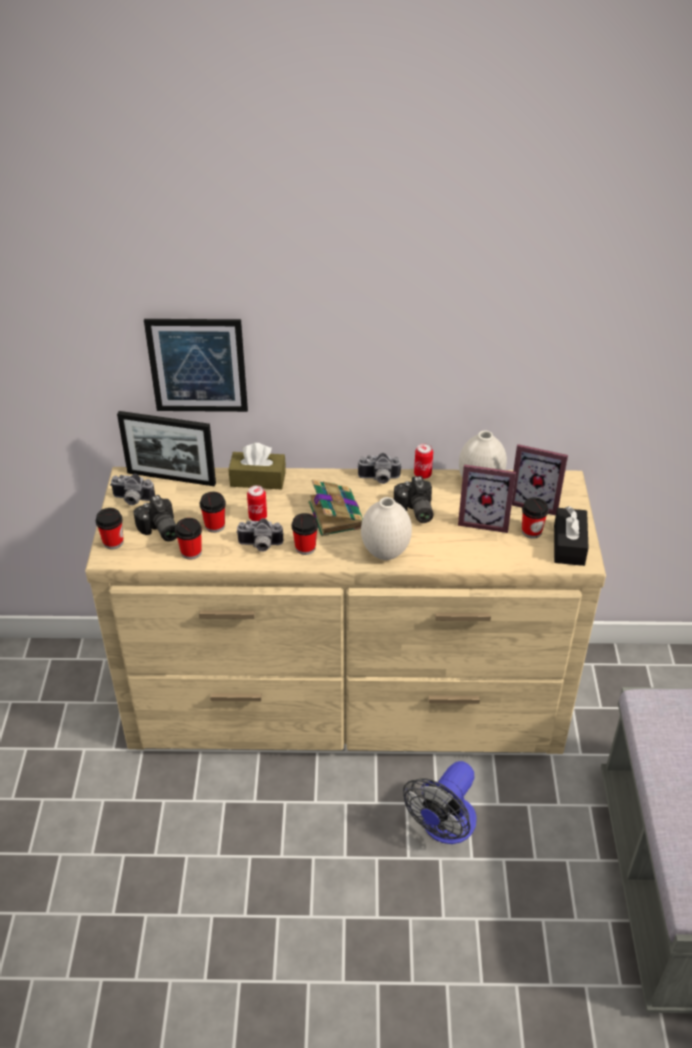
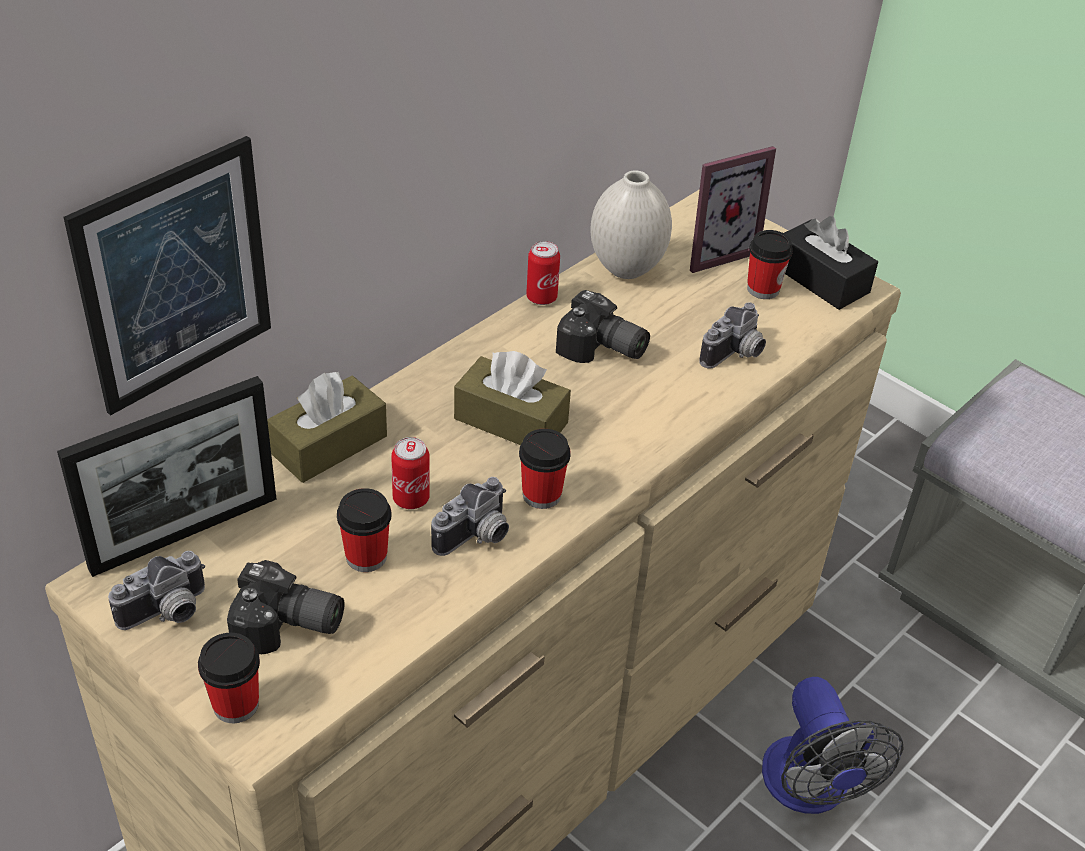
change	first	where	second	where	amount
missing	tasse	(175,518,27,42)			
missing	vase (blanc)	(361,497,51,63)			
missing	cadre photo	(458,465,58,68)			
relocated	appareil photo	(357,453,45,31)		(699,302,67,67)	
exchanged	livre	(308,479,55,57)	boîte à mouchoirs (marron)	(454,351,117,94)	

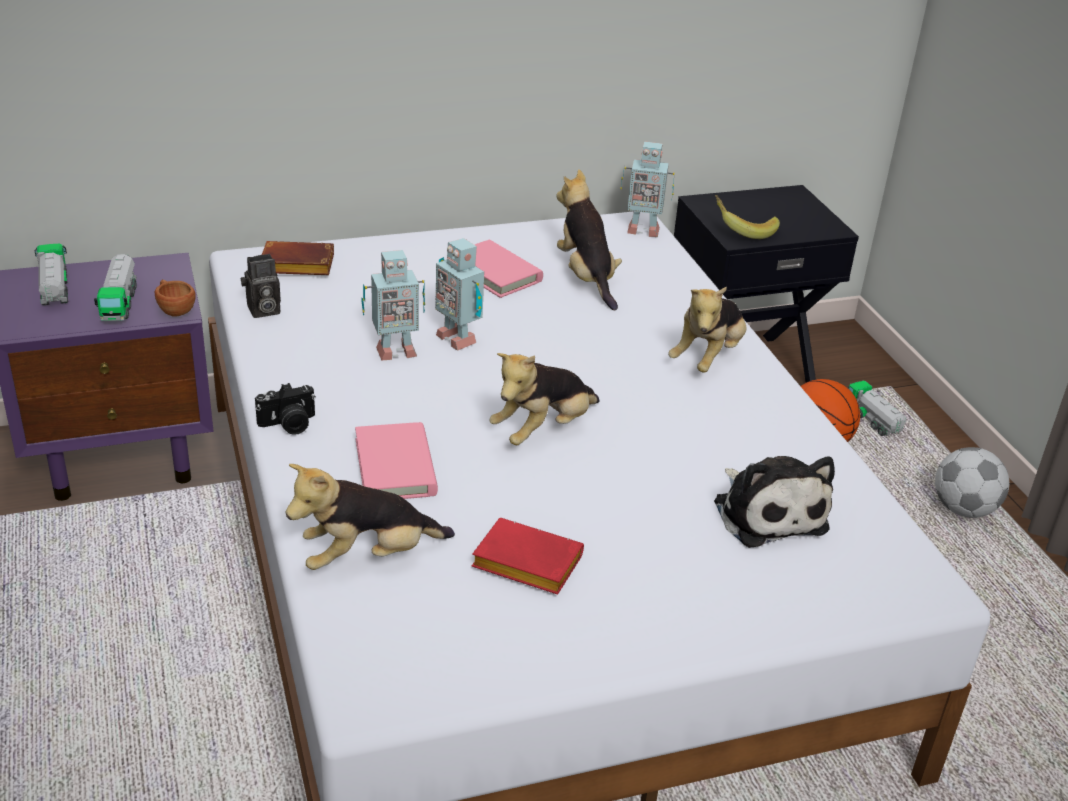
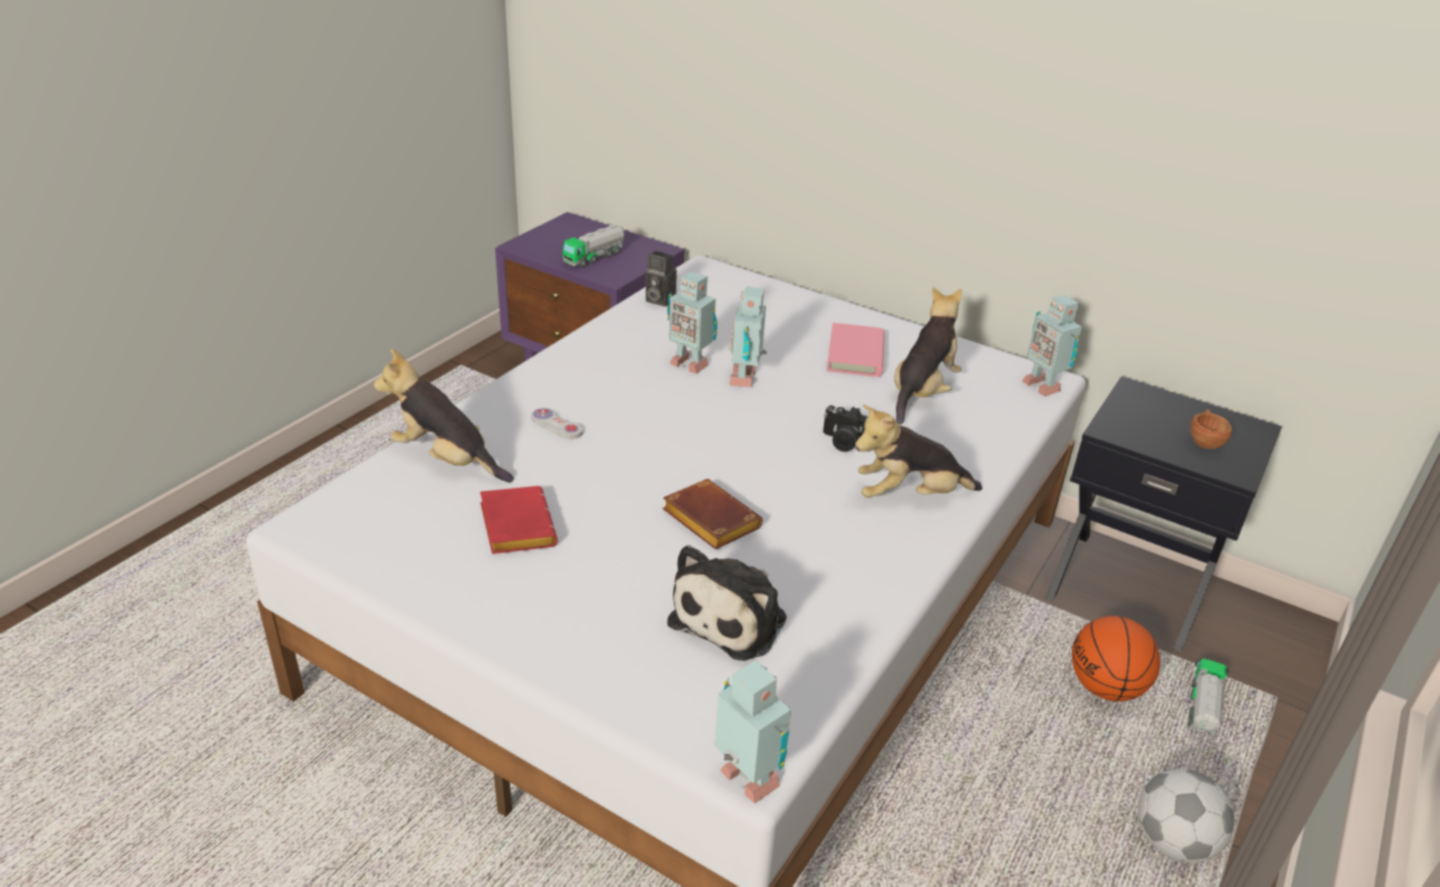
change	first	where	second	where	amount
missing	camion jouet	(34,244,34,61)			
missing	peluche	(489,353,111,92)			
missing	banane	(715,195,65,44)			
appeared			robot jouet	(715,660,76,143)	
relocated	tasse (marron)	(154,280,42,37)		(1190,410,42,39)	
relocated	appareil photo	(255,383,61,52)		(823,405,45,47)	
relocated	livre (marron)	(262,241,72,34)		(662,479,101,71)	
exchanged	livre (rose)	(355,422,83,77)	manette (blanc)	(531,408,52,31)	

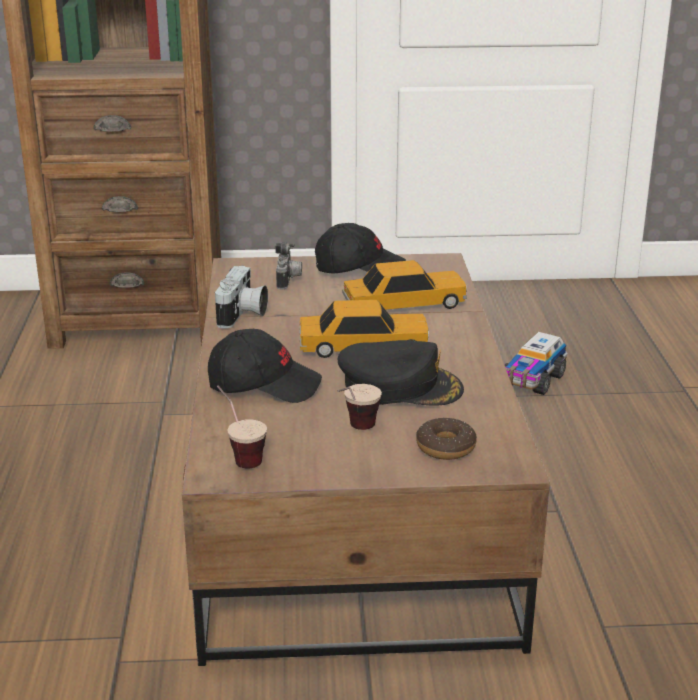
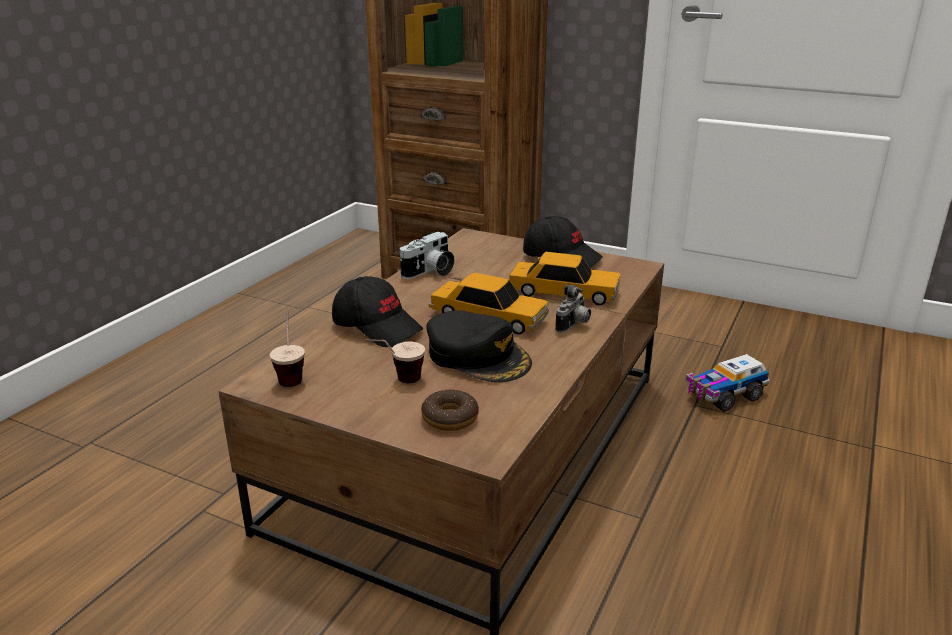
change	first	where	second	where	amount
relocated	appareil photo	(275,242,27,48)		(555,284,36,49)	

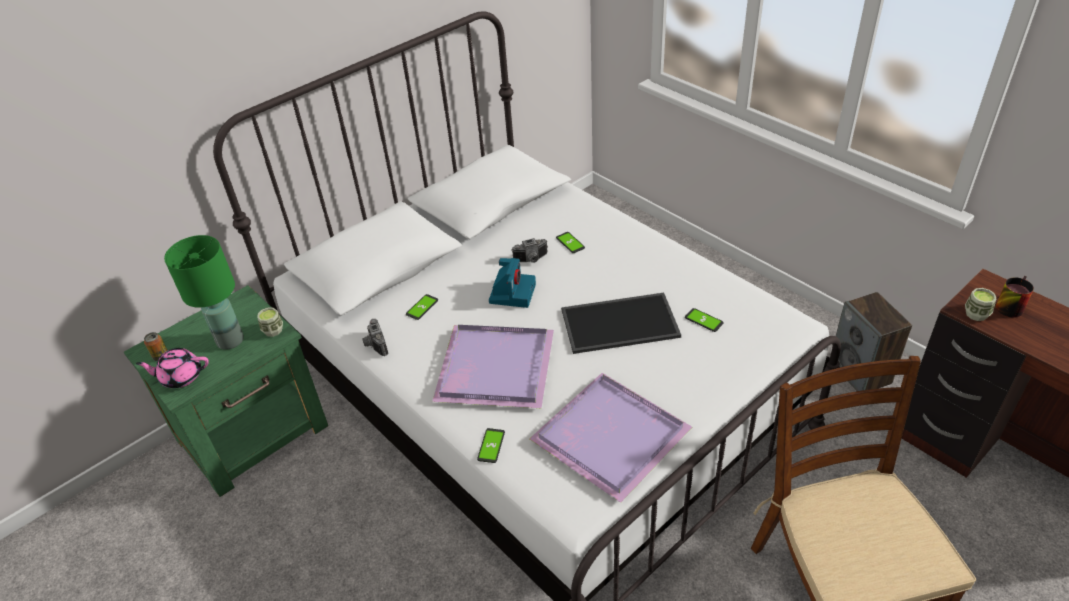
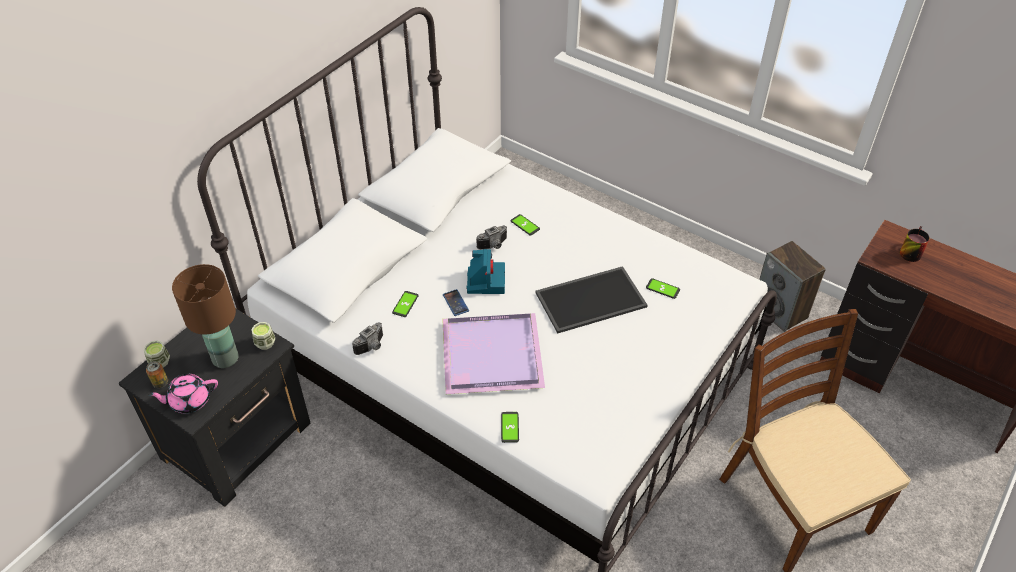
change	first	where	second	where	amount
missing	plateau (violet)	(529,373,163,130)			
appeared			téléphone	(443,289,26,27)	
relocated	tasse	(965,288,31,33)		(144,340,26,28)	
colour	table de chevet (vert)	(124,285,204,212)	table de chevet (noir)	(119,308,191,199)	
colour	lampe de table (vert)	(164,235,80,115)	lampe de table (marron)	(172,264,67,104)	
spun	appareil photo	(363,319,25,37)		(352,323,31,32)	105 degrees counterclockwise

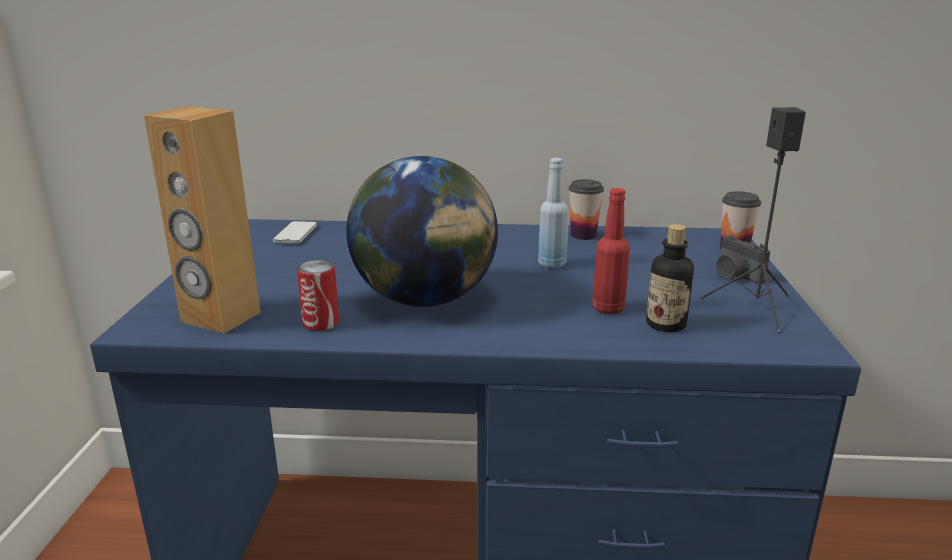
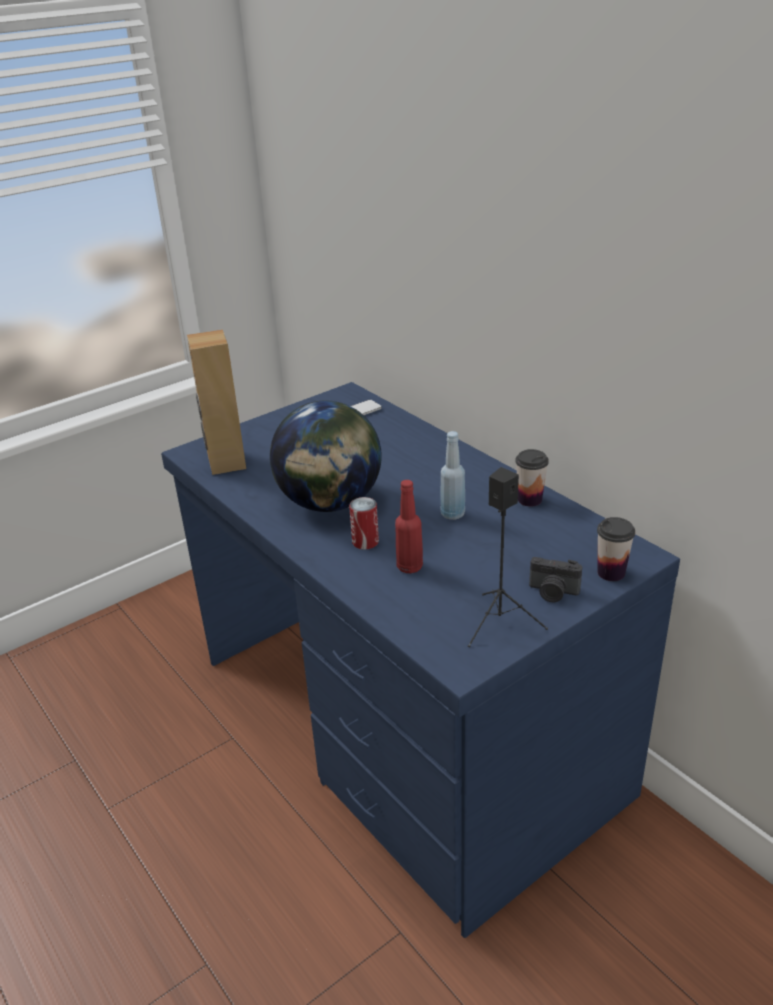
change	first	where	second	where	amount
missing	bouteille	(646,224,48,108)			
relocated	boîte métallique	(297,260,42,71)		(349,497,30,53)	
spun	appareil photo	(716,236,54,48)		(529,557,54,45)	90 degrees counterclockwise

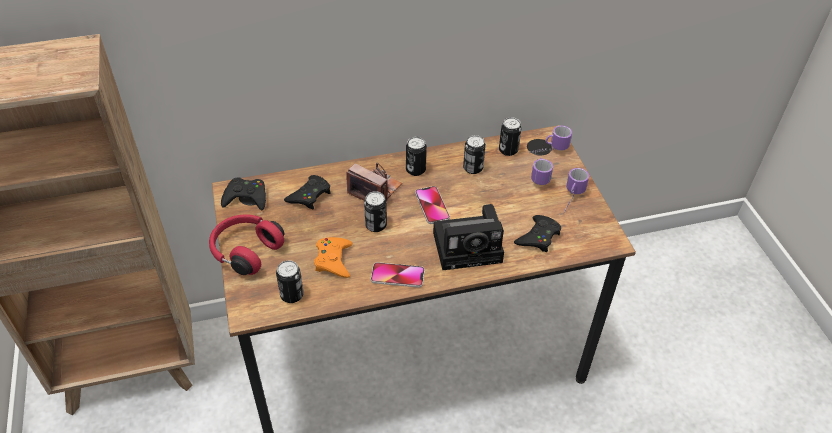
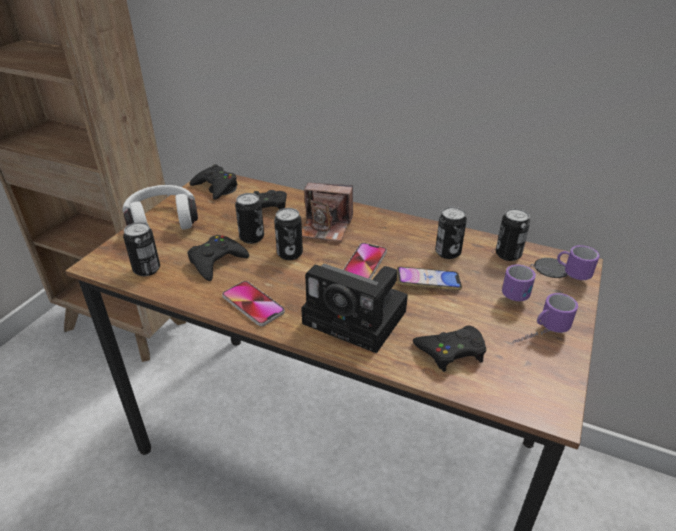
change	first	where	second	where	amount
appeared			téléphone	(397,267,65,23)	
relocated	boîte métallique	(406,137,21,39)		(235,193,29,51)	
colour	casque audio (rouge)	(209,214,75,61)	casque audio (blanc)	(123,185,75,44)	
colour	manette (orange)	(314,237,39,41)	manette (noir)	(187,235,62,46)	
spun	appareil photo	(346,163,56,39)		(302,183,51,59)	120 degrees clockwise

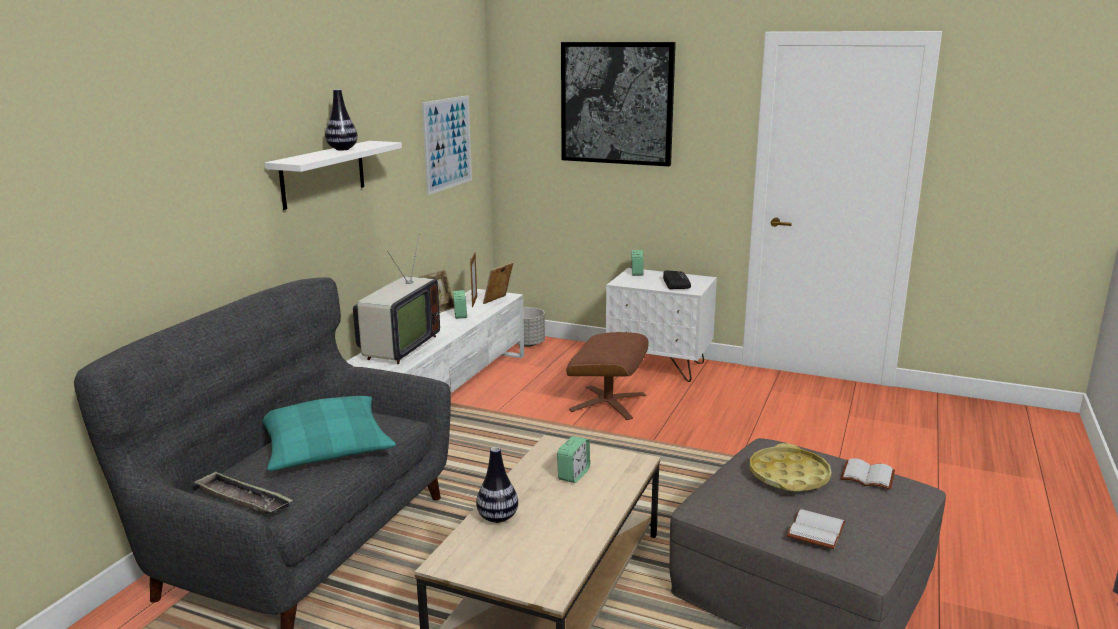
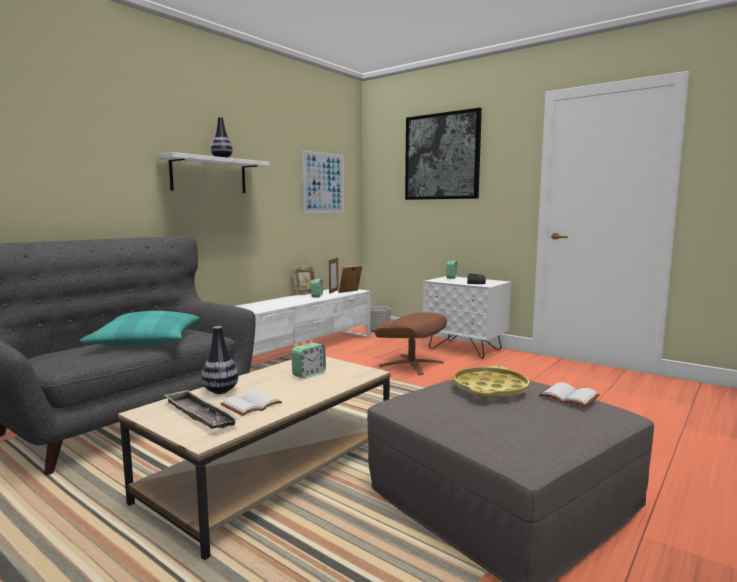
change	first	where	second	where	amount
missing	téléviseur	(353,233,87,131)			
relocated	plateau	(193,471,100,43)		(163,389,77,40)	
relocated	livre (blanc)	(787,509,59,40)		(220,390,62,26)	

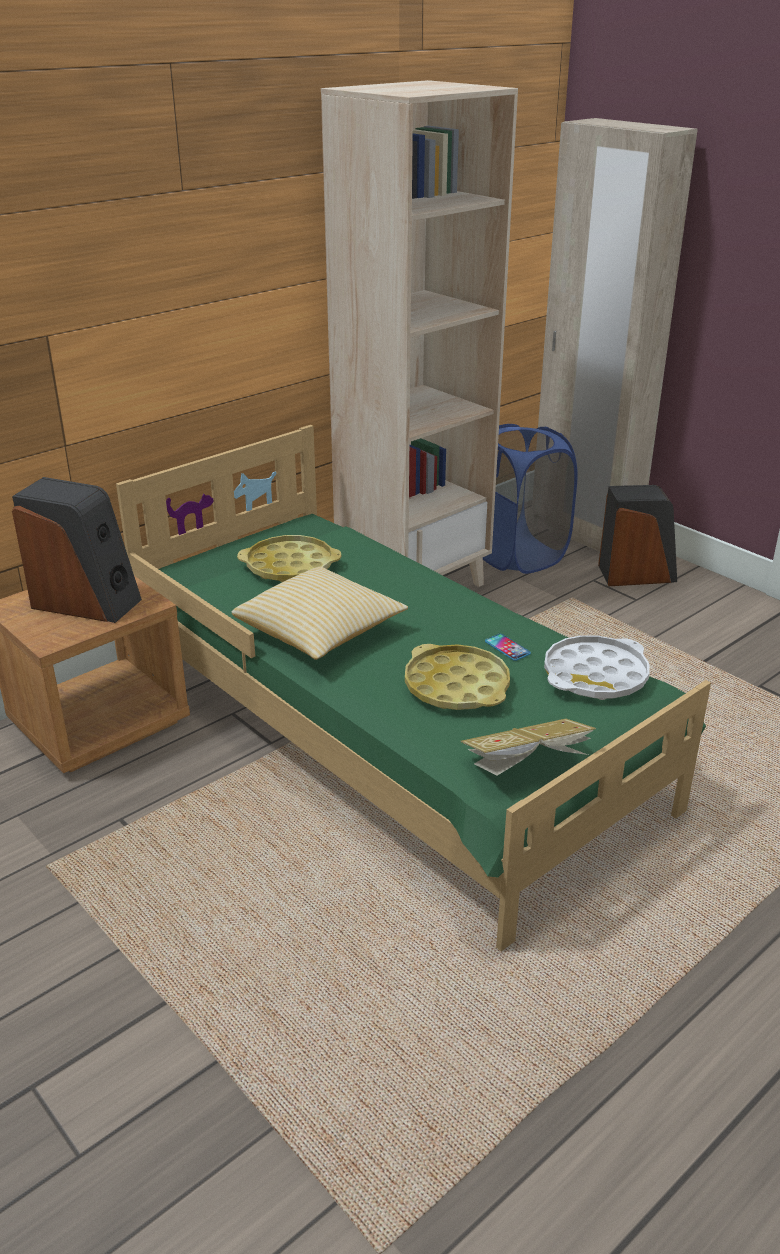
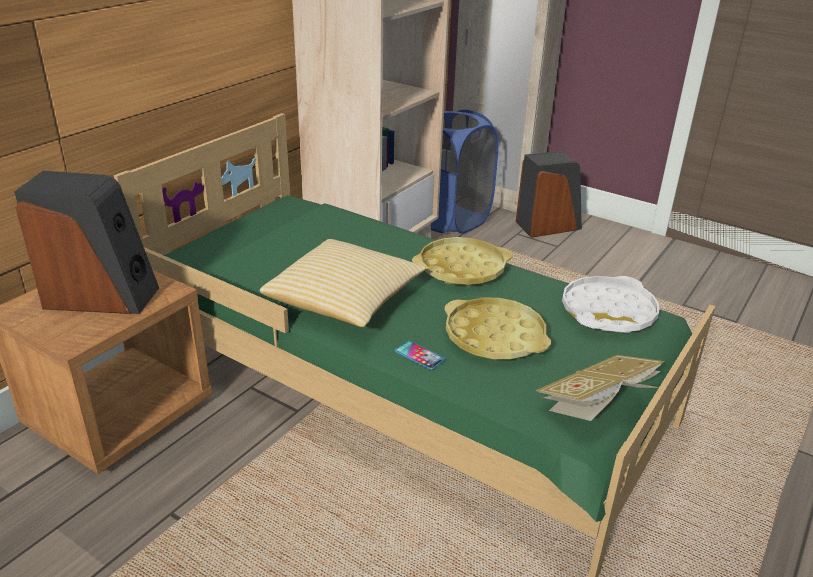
change	first	where	second	where	amount
relocated	plateau (jaune)	(237,535,104,47)		(412,237,101,49)	
relocated	téléphone	(485,634,46,27)		(395,341,50,29)	

